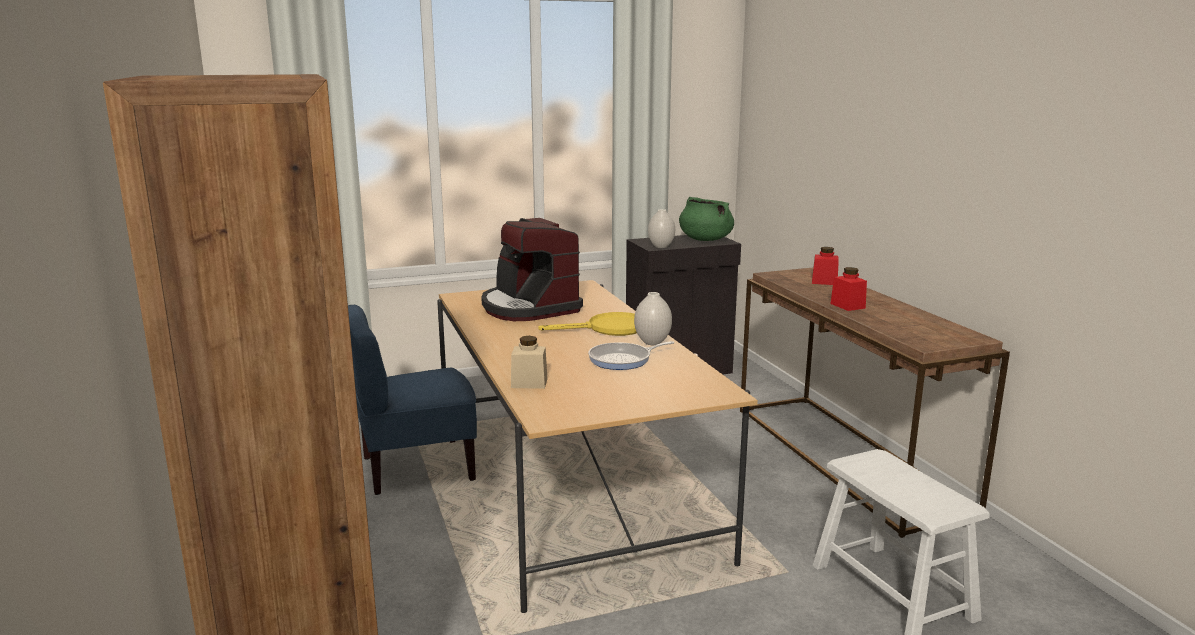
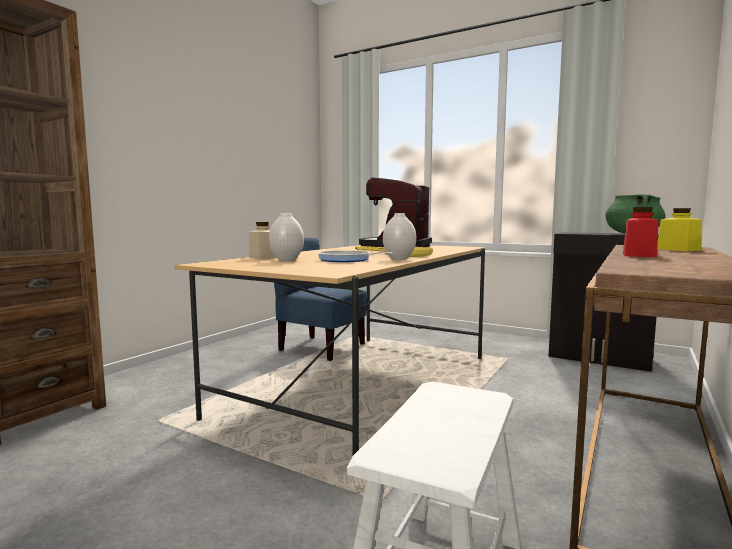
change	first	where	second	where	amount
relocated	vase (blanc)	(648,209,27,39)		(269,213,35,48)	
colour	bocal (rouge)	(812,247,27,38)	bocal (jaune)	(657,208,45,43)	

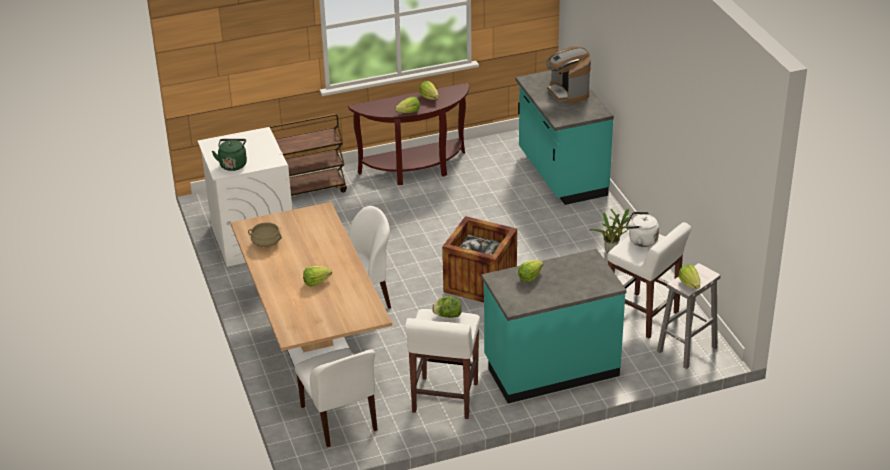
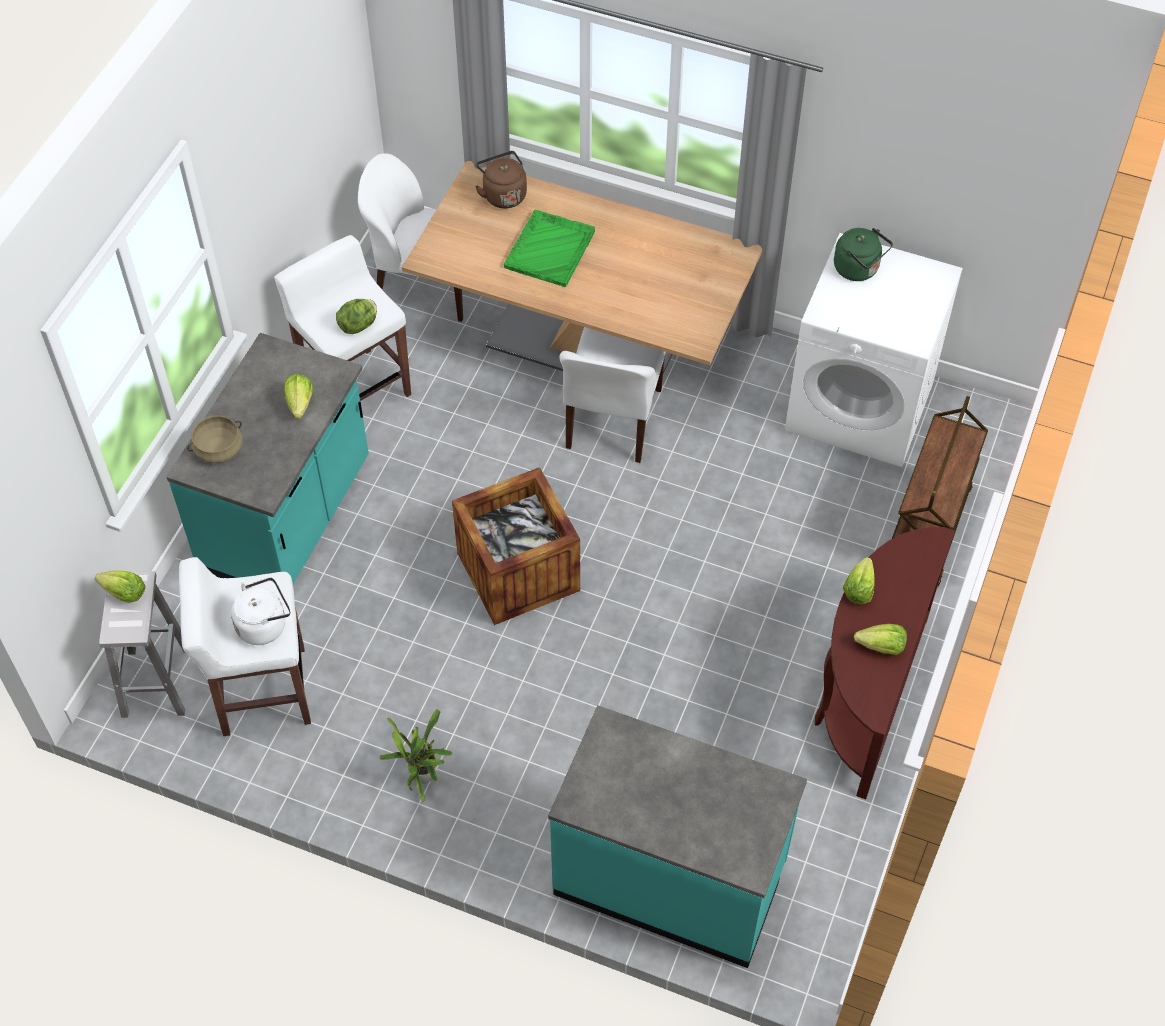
change	first	where	second	where	amount
missing	machine à café	(546,46,45,58)			
appeared			bouilloire (marron)	(475,151,52,57)	
relocated	marmite (beige)	(248,222,34,25)		(187,415,55,48)	
exchanged	laitue	(303,266,29,20)	plateau (vert)	(504,210,91,77)	

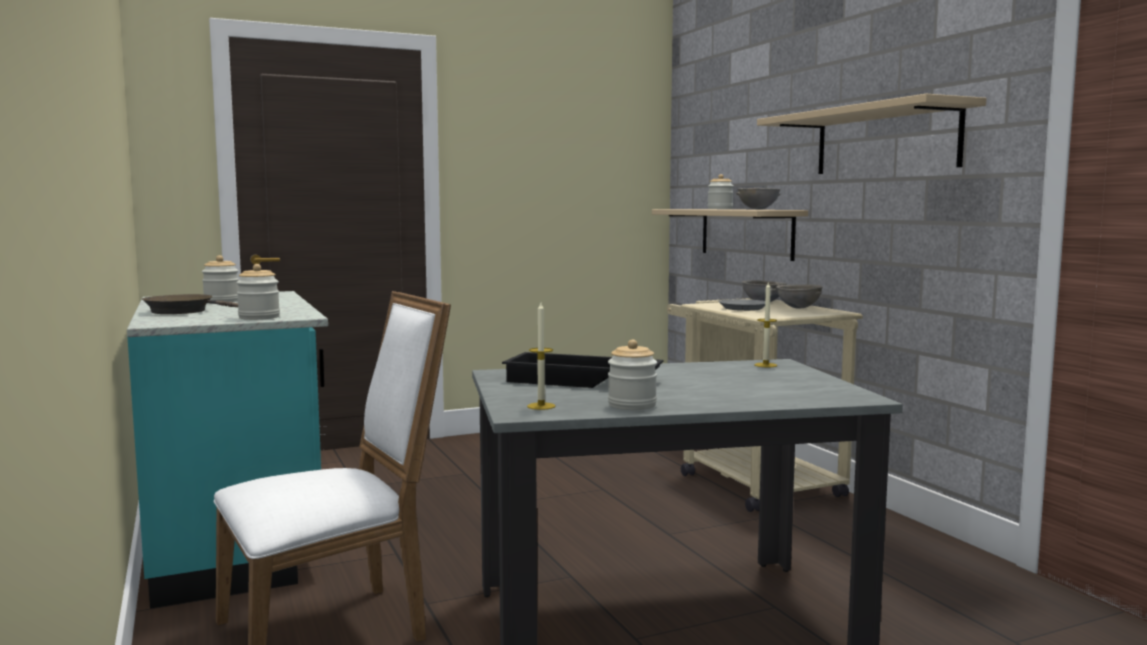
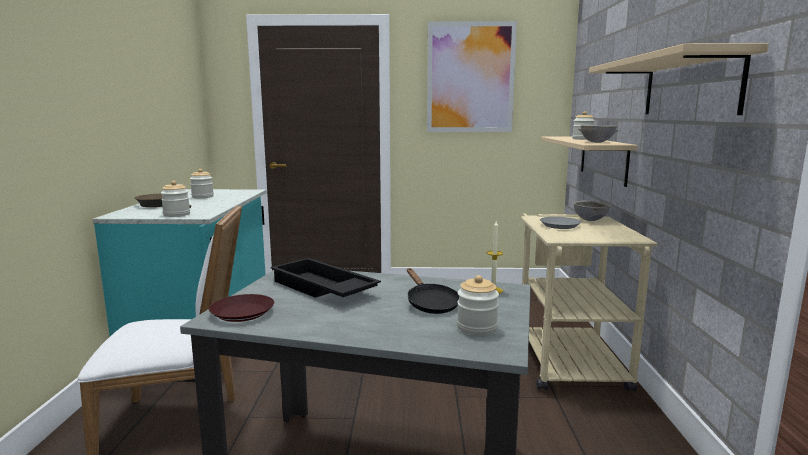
change	first	where	second	where	amount
missing	bol (gris)	(776,284,47,25)			
appeared			poêle (noir)	(407,268,52,46)	
appeared			tableau	(427,21,90,111)	
relocated	bocal	(608,340,49,70)		(457,275,42,61)	
exchanged	bougie	(527,303,28,107)	assiette (marron)	(209,294,65,28)	

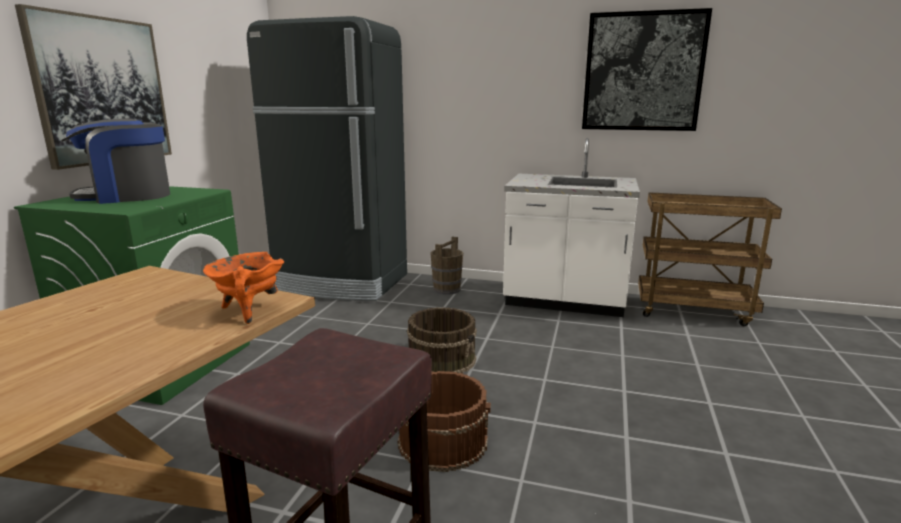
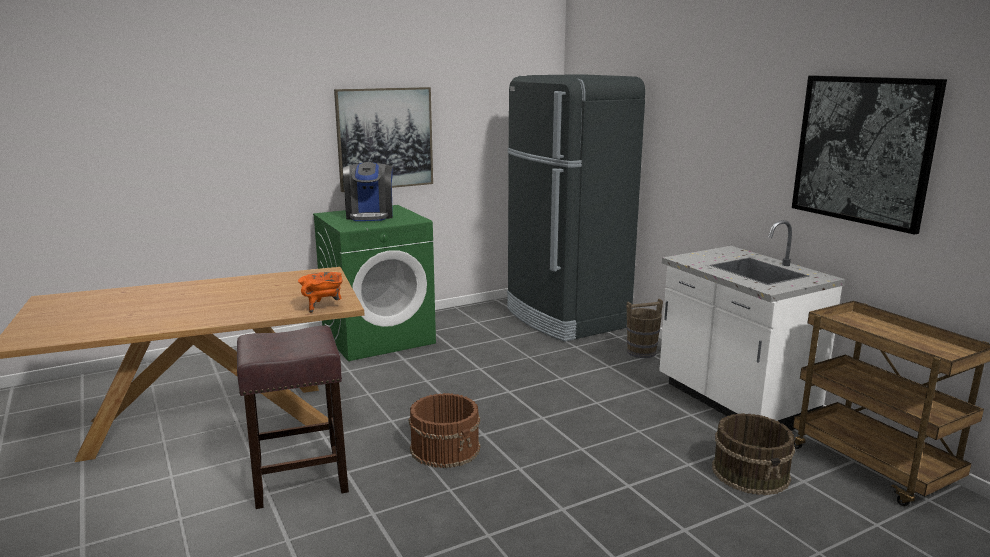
change	first	where	second	where	amount
relocated	seau (marron)	(407,307,70,66)		(712,413,83,82)	
spun	machine à café	(61,118,109,86)		(343,162,50,59)	120 degrees counterclockwise

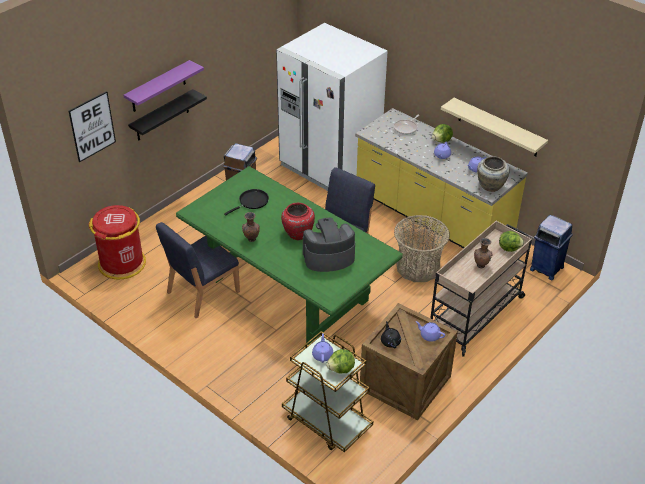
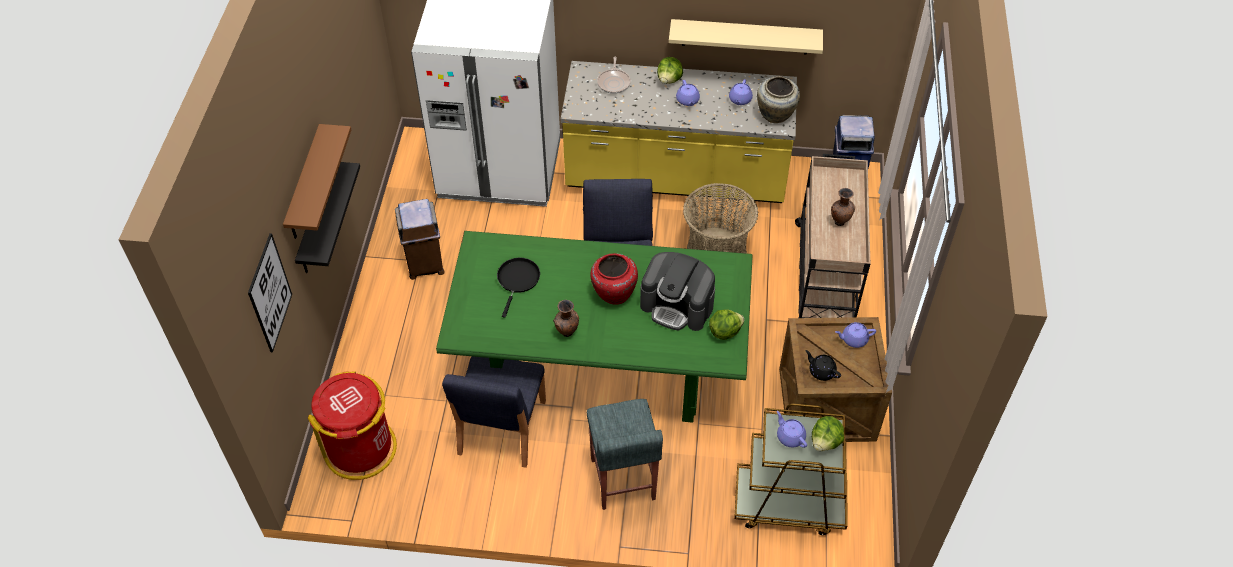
change	first	where	second	where	amount
appeared			tabouret (gris)	(587,399,76,111)	
relocated	laitue	(499,231,26,21)		(709,310,35,30)	
colour	étagère (violet)	(123,60,81,52)	étagère (marron)	(283,124,68,115)	
spun	machine à café	(303,218,52,54)		(640,252,75,79)	105 degrees counterclockwise

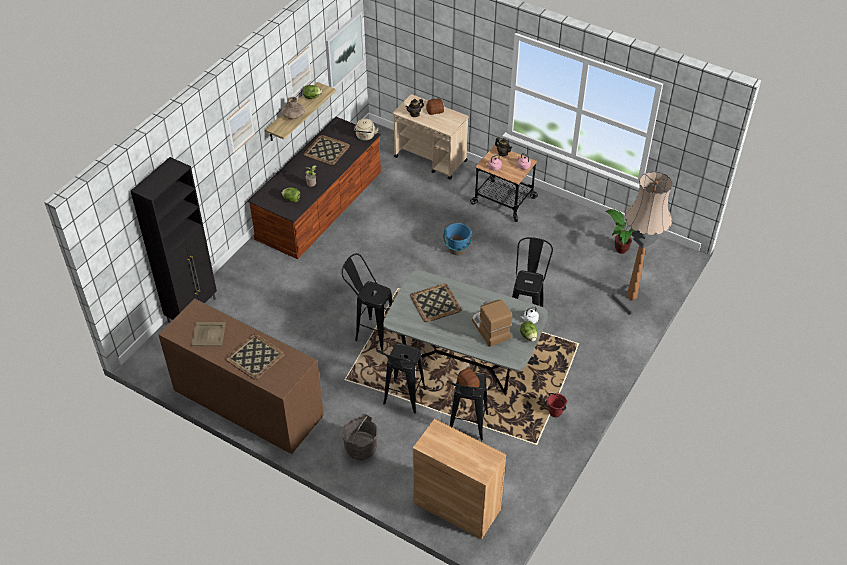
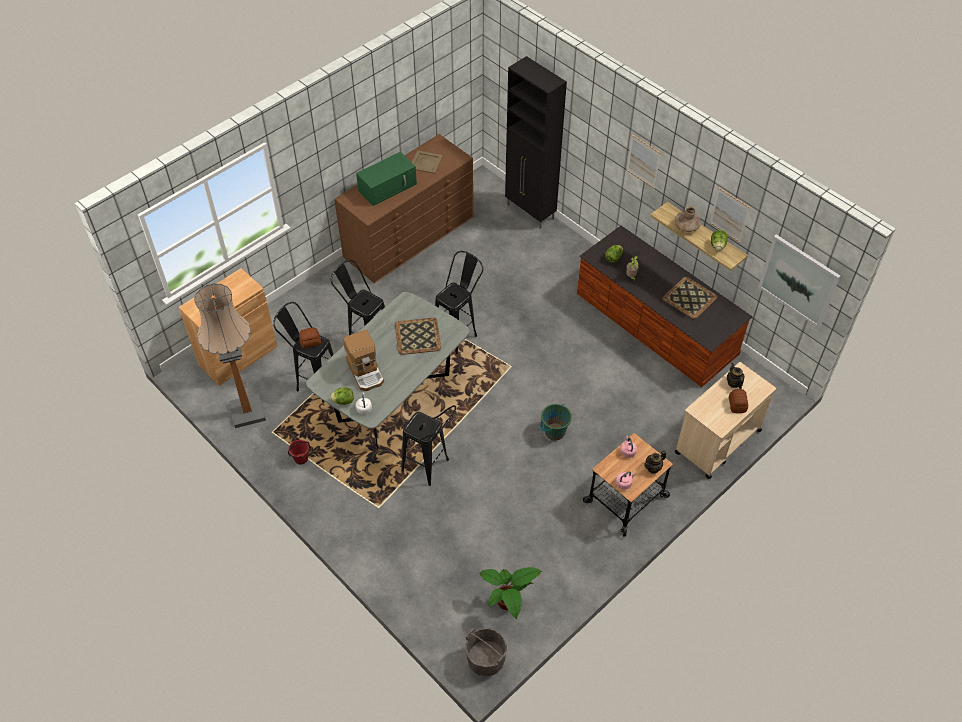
change	first	where	second	where	amount
missing	bouilloire (beige)	(354,119,25,21)			
relocated	seau (gris)	(342,413,36,47)		(465,627,42,50)	
relocated	lampadaire	(612,171,61,144)		(194,283,72,145)	
exchanged	plateau	(226,334,59,46)	micro-ondes (vert)	(356,152,61,54)	
colour	seau (bleu)	(443,223,30,32)	seau (vert)	(540,404,32,36)	
spun	machine à café	(472,300,40,47)		(343,330,41,61)	75 degrees clockwise

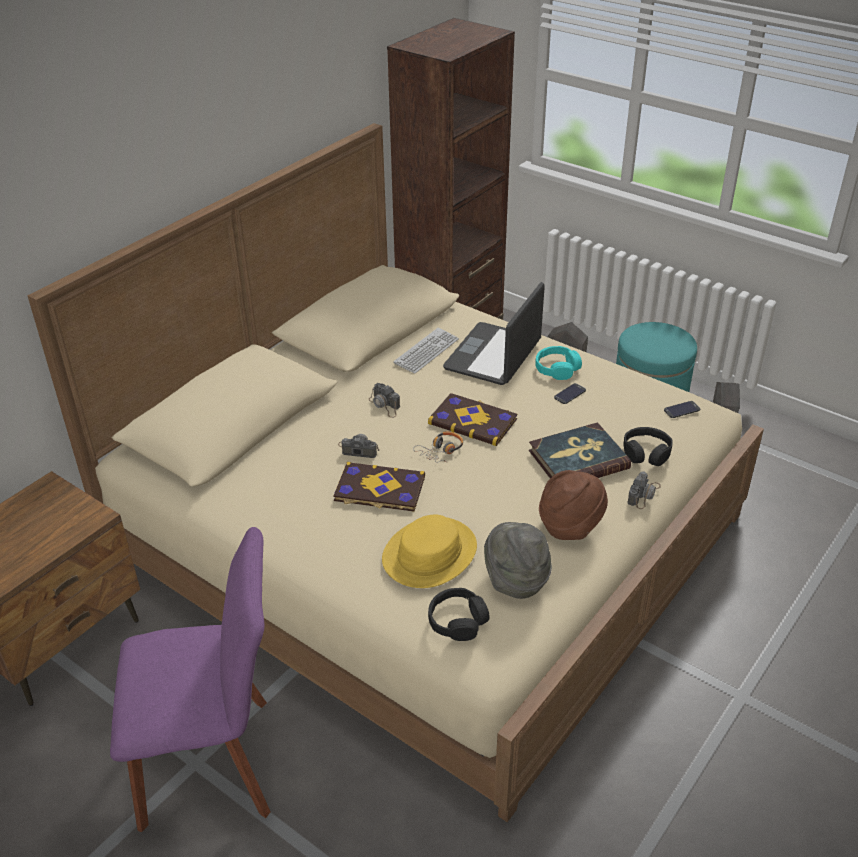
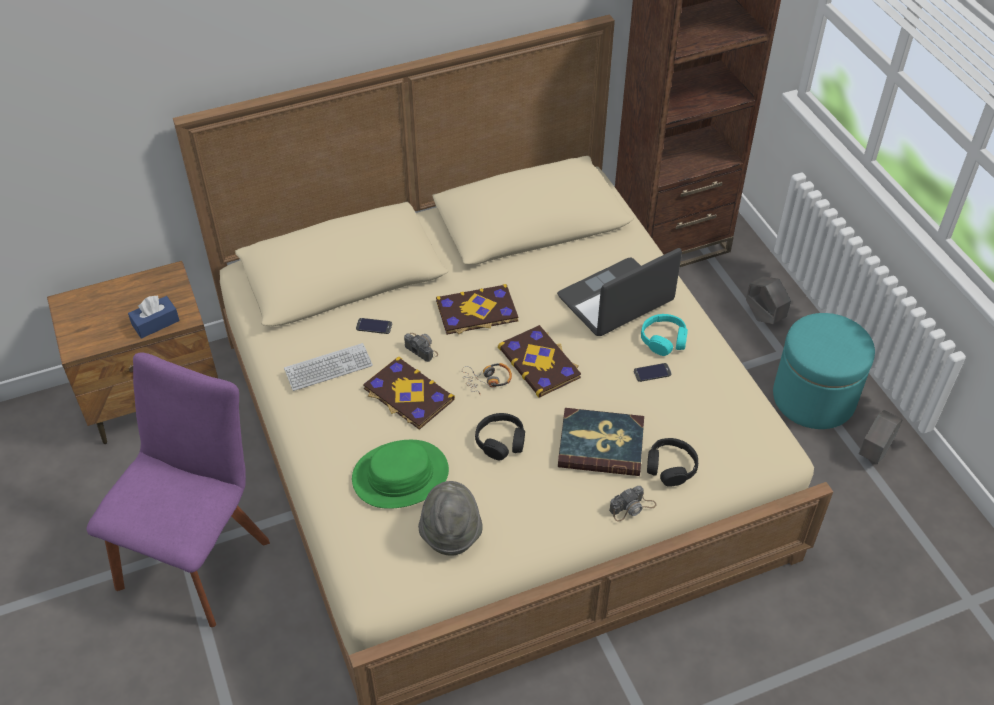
change	first	where	second	where	amount
missing	chapeau (marron)	(539,470,69,70)			
appeared			boîte à mouchoirs (bleu)	(128,295,52,44)	
relocated	clavier	(393,328,66,46)		(284,343,89,48)	
relocated	casque audio (noir)	(428,588,61,53)		(475,413,50,48)	
relocated	téléphone	(664,401,36,17)		(356,318,36,16)	
exchanged	appareil photo	(369,383,31,35)	livre	(436,284,82,51)	
colour	chapeau (jaune)	(382,515,95,73)	chapeau (vert)	(352,440,97,69)	
spun	chaise (violet)	(110,527,161,305)		(86,353,184,274)	90 degrees counterclockwise

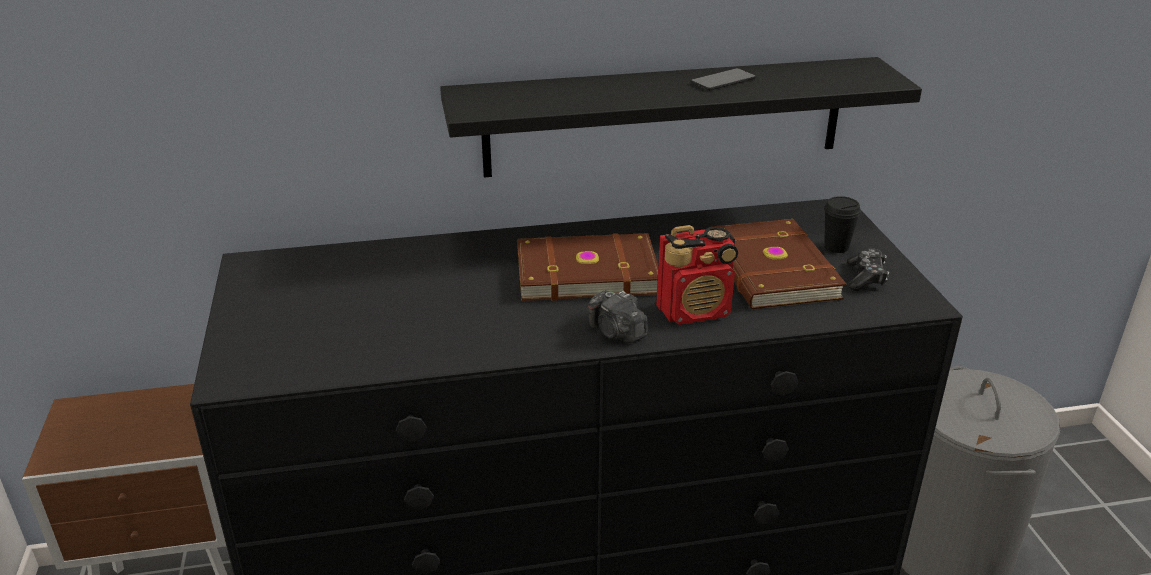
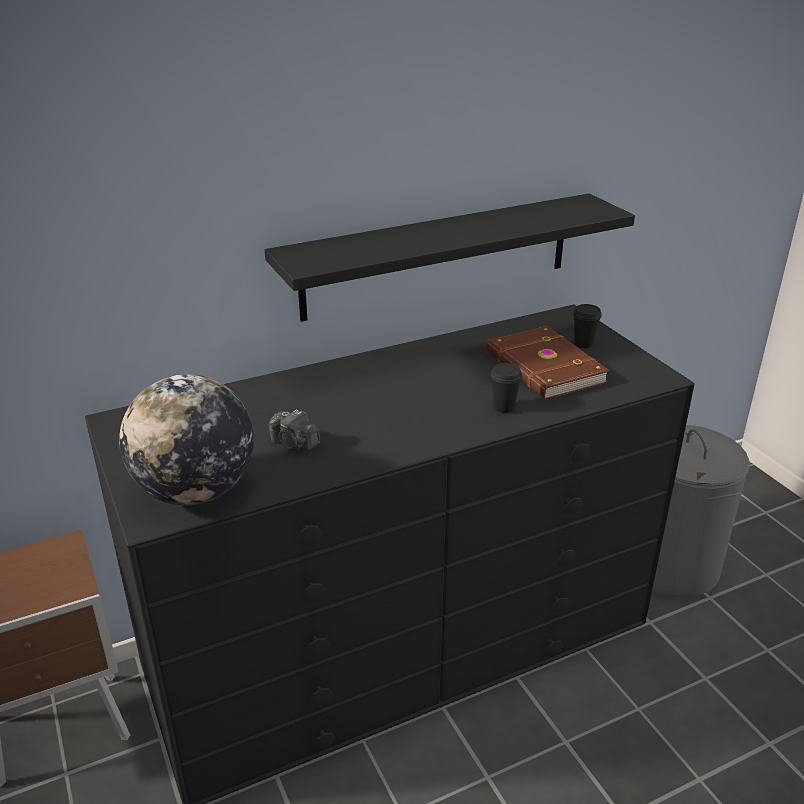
change	first	where	second	where	amount
missing	livre (marron)	(517,233,141,68)			
missing	téléphone	(690,68,66,23)			
missing	manette	(846,248,43,43)			
appeared			globe	(119,374,135,131)	
relocated	appareil photo	(588,290,59,53)		(269,409,51,42)	
exchanged	radio	(656,225,82,100)	tasse (noir)	(490,363,32,50)	

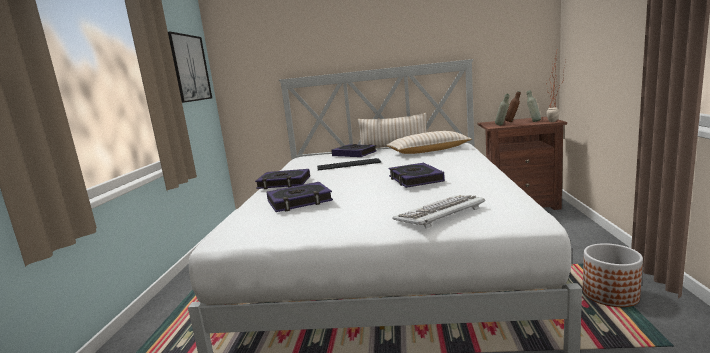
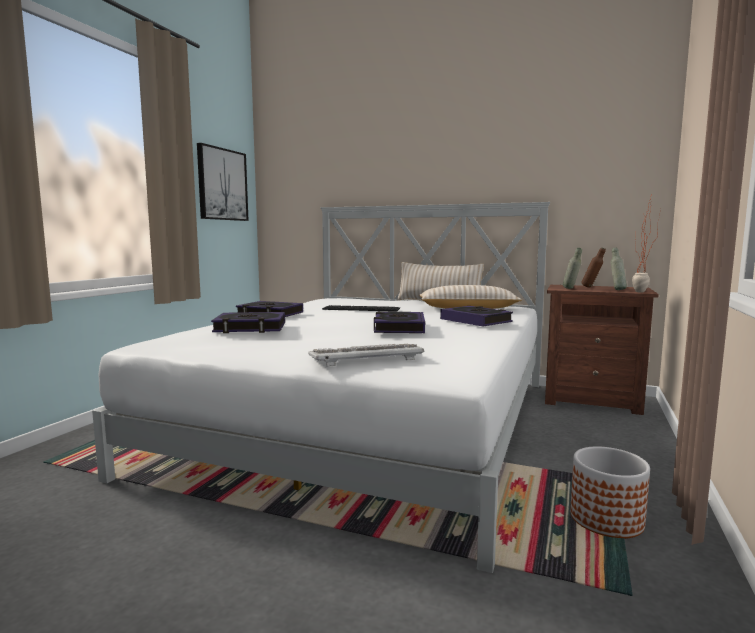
change	first	where	second	where	amount
relocated	livre	(331,144,46,13)		(440,306,73,20)	

